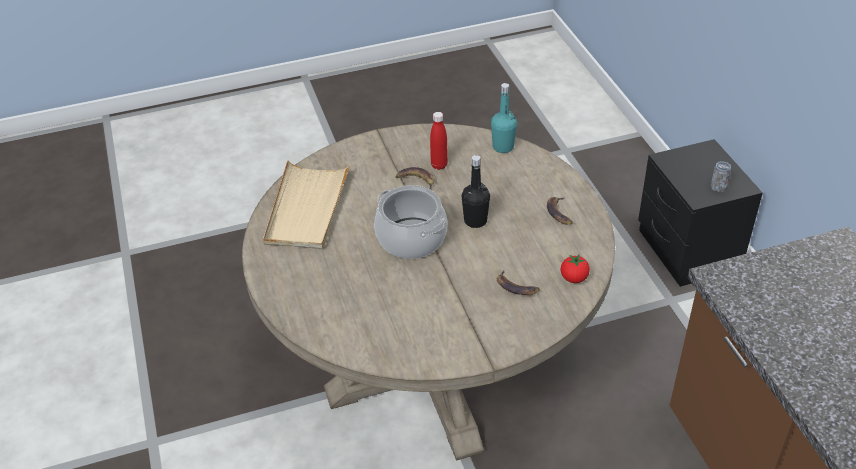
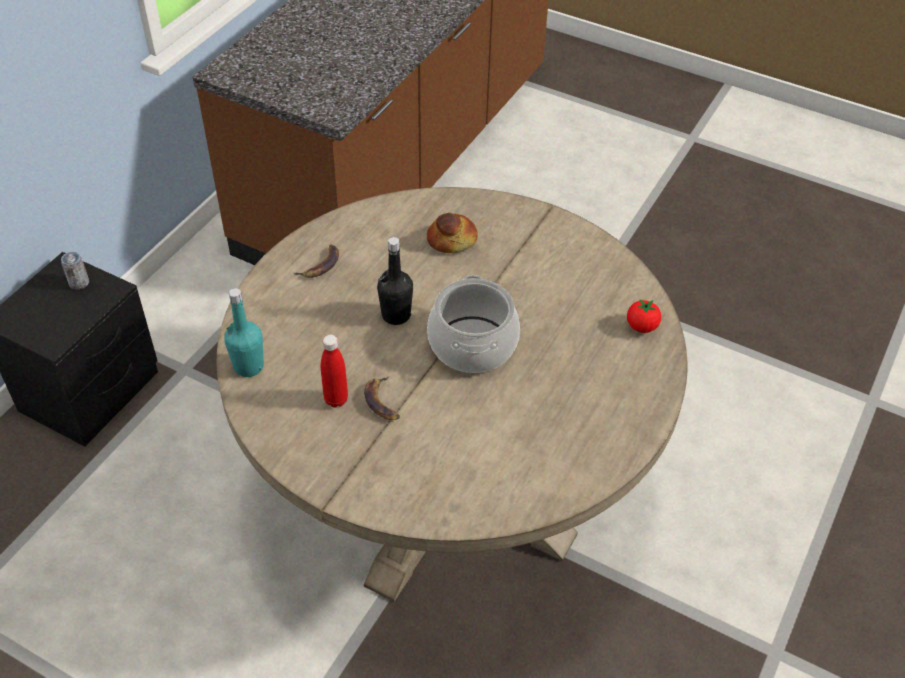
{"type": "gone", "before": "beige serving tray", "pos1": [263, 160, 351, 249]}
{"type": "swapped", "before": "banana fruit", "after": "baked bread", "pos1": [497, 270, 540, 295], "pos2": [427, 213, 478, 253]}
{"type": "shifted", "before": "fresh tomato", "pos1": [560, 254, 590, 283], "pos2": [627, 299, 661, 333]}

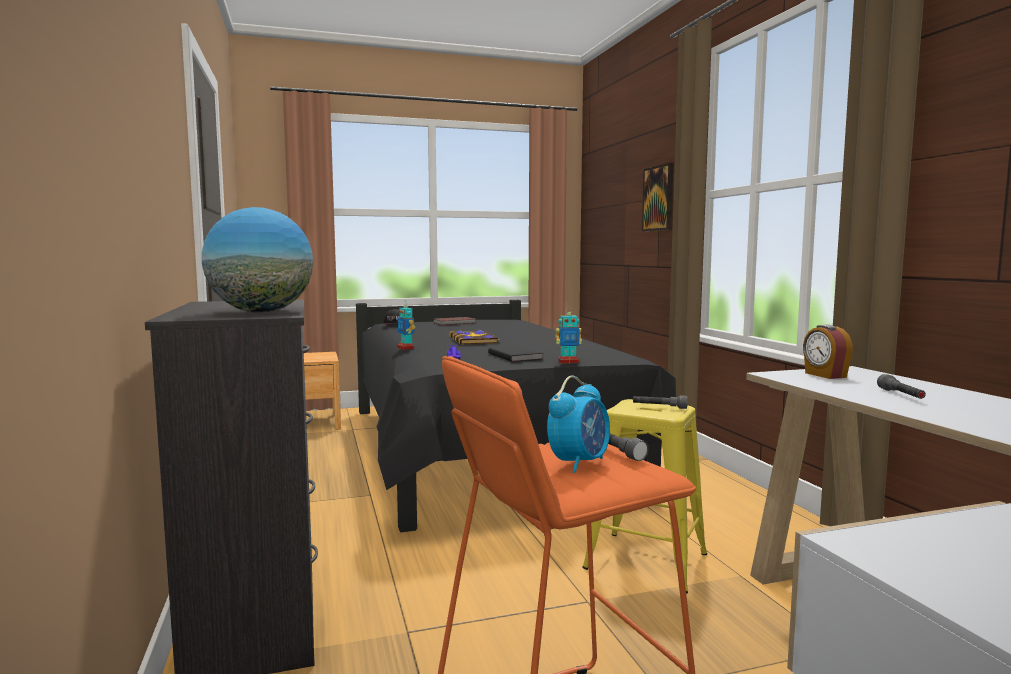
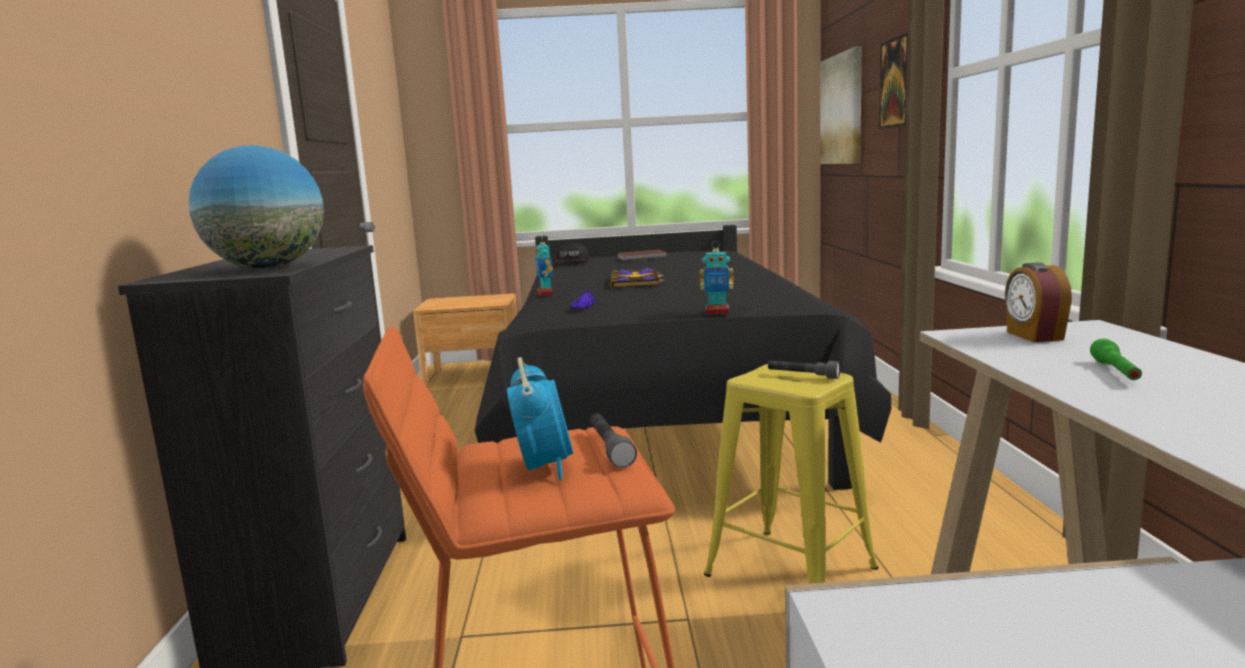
{"type": "gone", "before": "black book", "pos1": [488, 346, 543, 362]}
{"type": "rotated", "before": "table clock", "pos1": [547, 376, 610, 473], "pos2": [507, 357, 573, 480], "turn": -60}
{"type": "repainted", "before": "grey hand torch", "after": "green-coloured hand torch", "pos1": [877, 374, 926, 399], "pos2": [1090, 338, 1142, 380]}
{"type": "new", "after": "wall art", "pos2": [820, 46, 862, 164]}

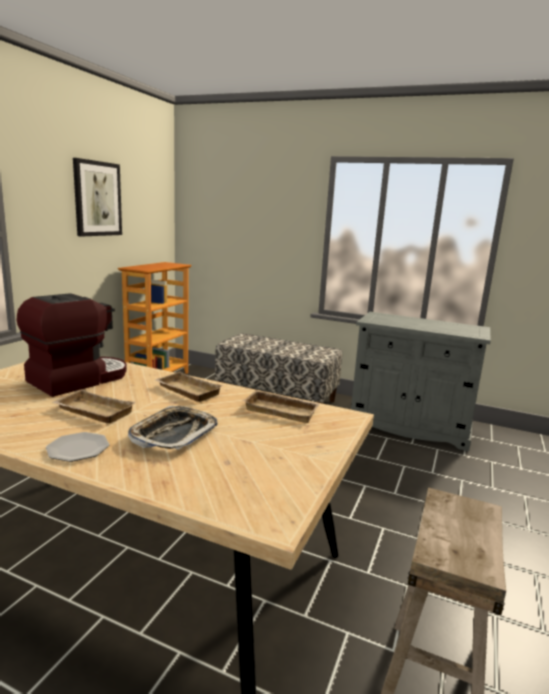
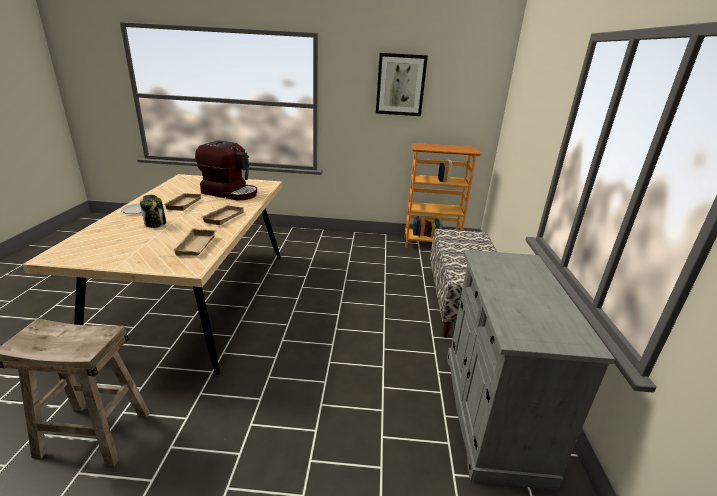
{"type": "swapped", "before": "serving tray", "after": "storage jar", "pos1": [128, 406, 218, 450], "pos2": [140, 195, 166, 228]}

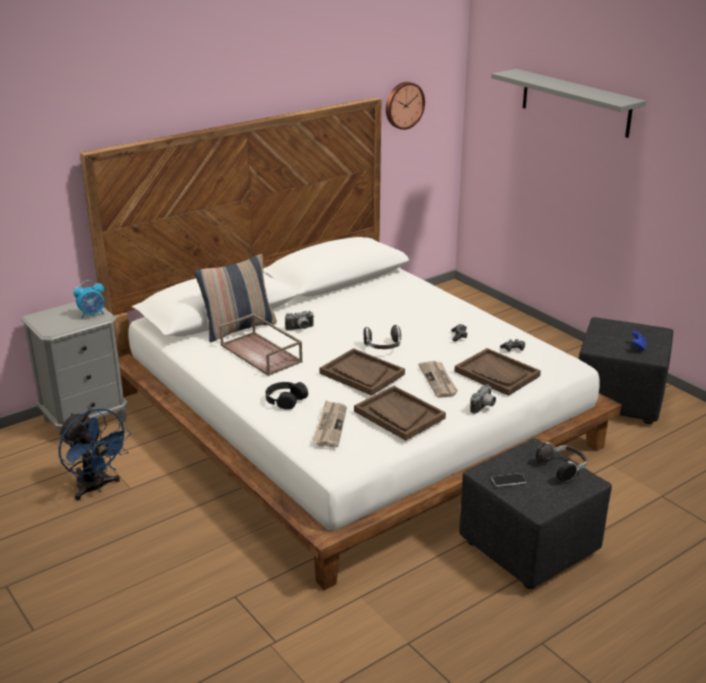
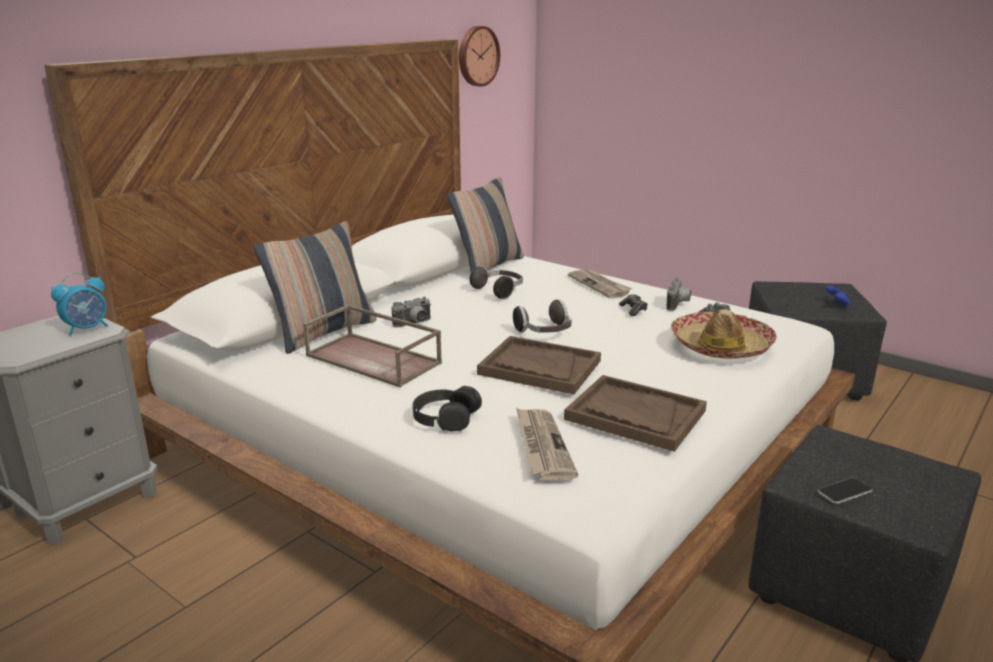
{"type": "gone", "before": "blue-coloured cooling fan", "pos1": [58, 408, 131, 501]}
{"type": "shifted", "before": "printed paper", "pos1": [418, 361, 458, 398], "pos2": [568, 269, 632, 299]}
{"type": "swapped", "before": "brownish serving tray", "after": "wearable hat", "pos1": [454, 348, 541, 396], "pos2": [671, 309, 777, 359]}
{"type": "shifted", "before": "photo camera", "pos1": [470, 384, 496, 414], "pos2": [666, 278, 691, 311]}
{"type": "gone", "before": "grey wall shelf", "pos1": [491, 69, 646, 138]}
{"type": "shifted", "before": "headphones", "pos1": [536, 442, 587, 482], "pos2": [469, 266, 523, 300]}
{"type": "new", "after": "cushion", "pos2": [447, 177, 524, 272]}

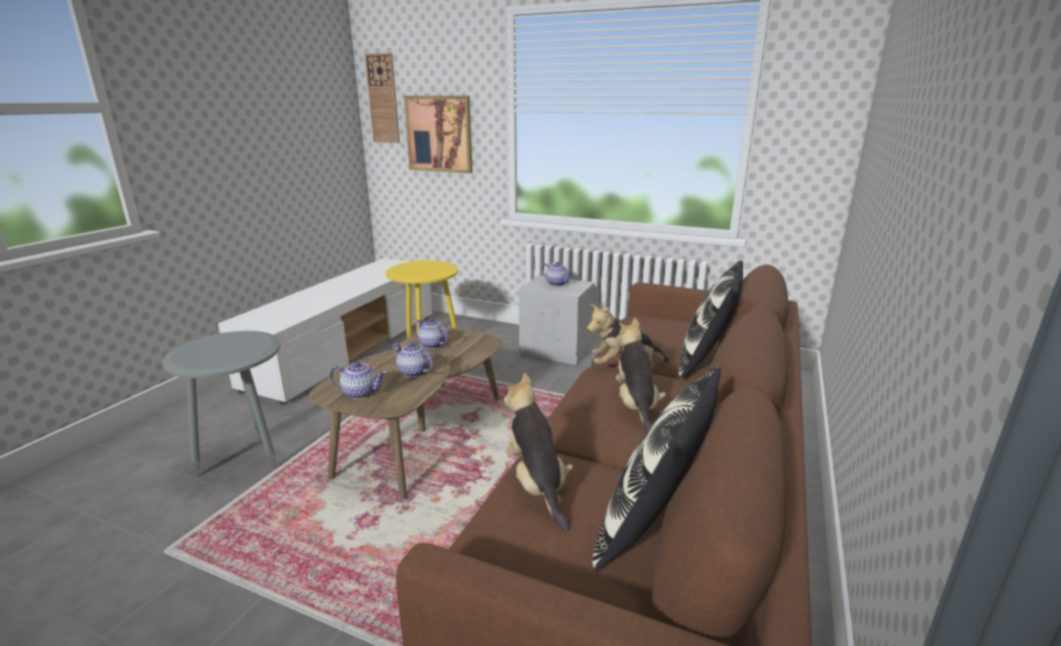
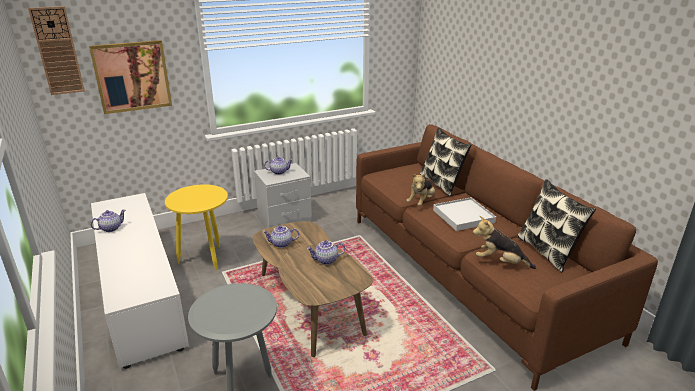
{"type": "shifted", "before": "tea pot", "pos1": [330, 361, 386, 399], "pos2": [90, 210, 126, 232]}
{"type": "swapped", "before": "plush toy", "after": "whitish serving tray", "pos1": [616, 318, 666, 430], "pos2": [433, 197, 496, 231]}

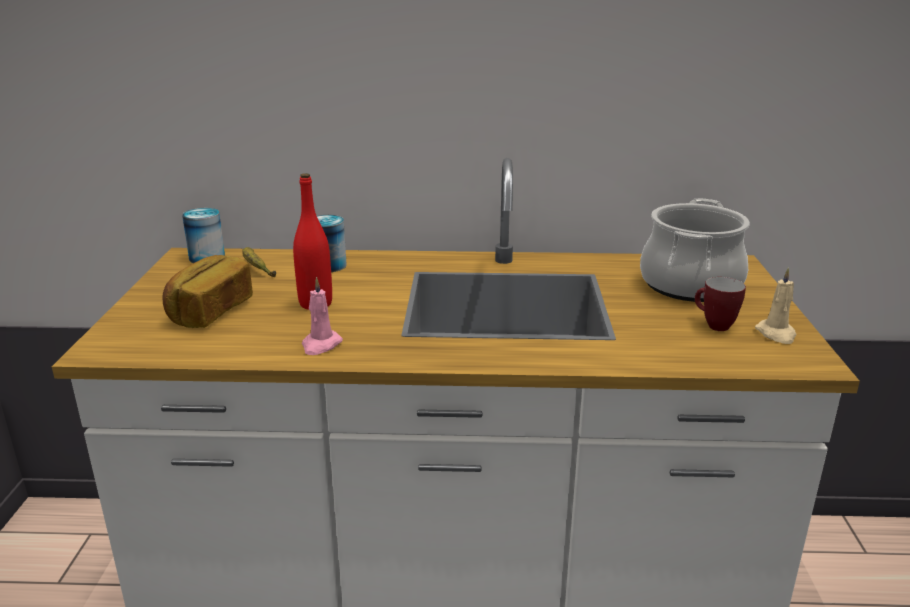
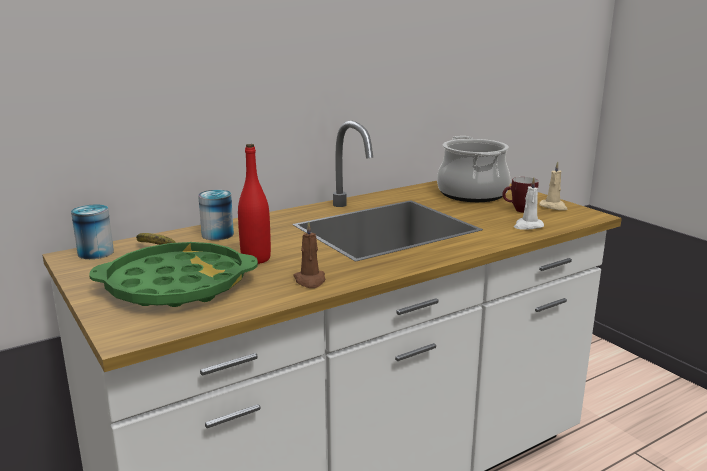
{"type": "swapped", "before": "baked bread", "after": "green-coloured serving tray", "pos1": [163, 255, 253, 328], "pos2": [89, 242, 258, 307]}
{"type": "repainted", "before": "pinkish candle", "after": "brownish candle", "pos1": [302, 277, 343, 355], "pos2": [294, 221, 325, 288]}
{"type": "new", "after": "whitish candle", "pos2": [514, 177, 544, 230]}

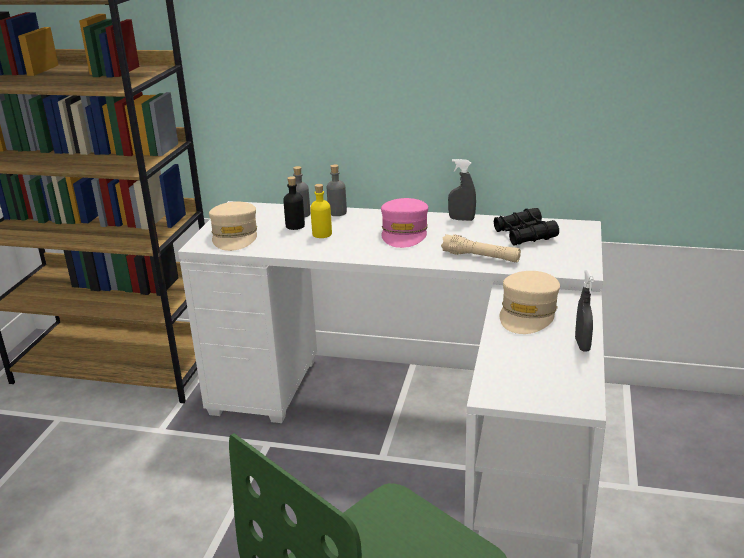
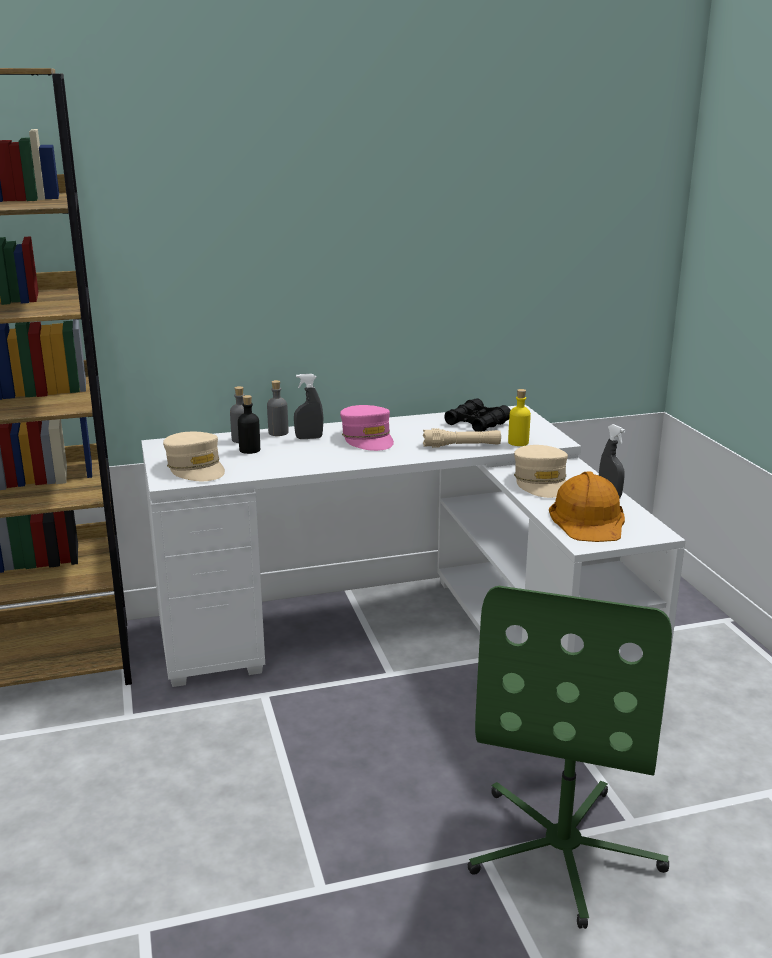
{"type": "shifted", "before": "yellowish drink bottle", "pos1": [310, 184, 332, 238], "pos2": [508, 389, 531, 446]}
{"type": "shifted", "before": "grey sprayer", "pos1": [448, 159, 476, 221], "pos2": [294, 374, 323, 439]}
{"type": "new", "after": "orange safety helmet", "pos2": [549, 472, 625, 542]}

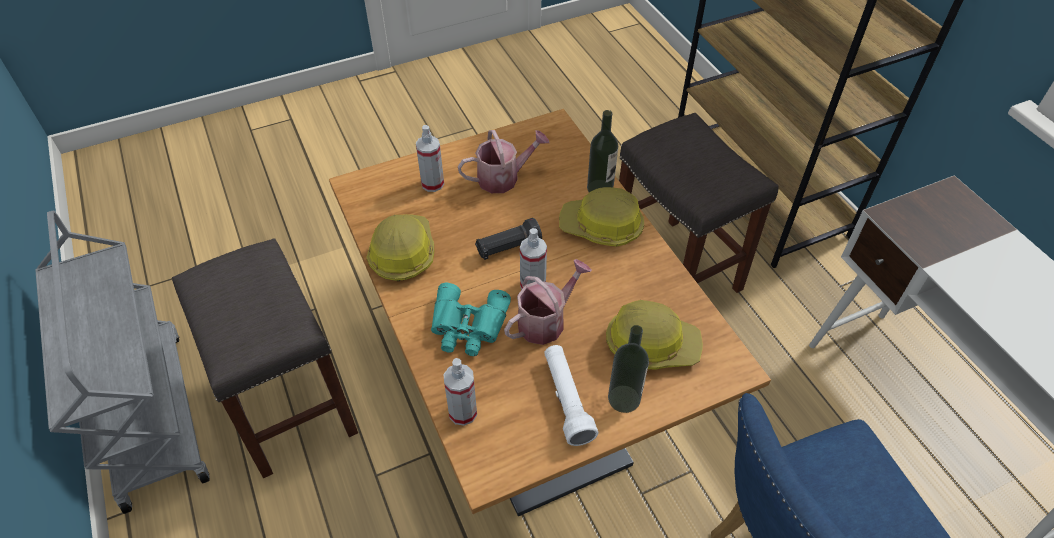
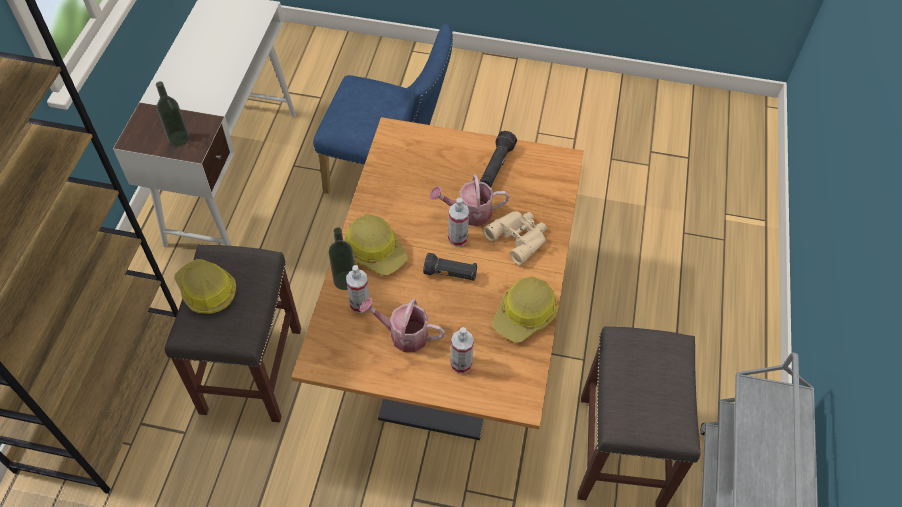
{"type": "repainted", "before": "turquoise field glasses", "after": "beige field glasses", "pos1": [431, 283, 511, 356], "pos2": [483, 212, 547, 265]}
{"type": "shifted", "before": "sprayer", "pos1": [444, 358, 477, 426], "pos2": [346, 265, 369, 313]}
{"type": "repainted", "before": "whitish hand torch", "after": "black hand torch", "pos1": [544, 345, 598, 446], "pos2": [480, 131, 517, 187]}
{"type": "shifted", "before": "safety helmet", "pos1": [606, 300, 703, 369], "pos2": [174, 259, 236, 314]}
{"type": "shifted", "before": "drink bottle", "pos1": [608, 325, 649, 413], "pos2": [156, 81, 189, 146]}

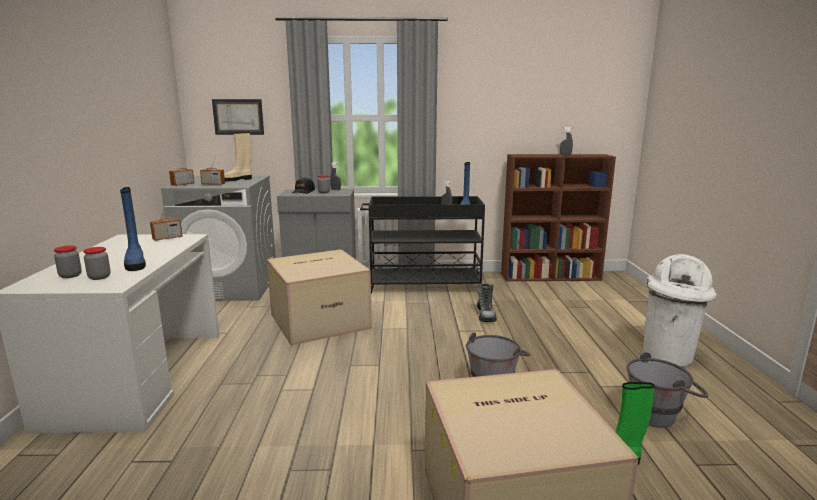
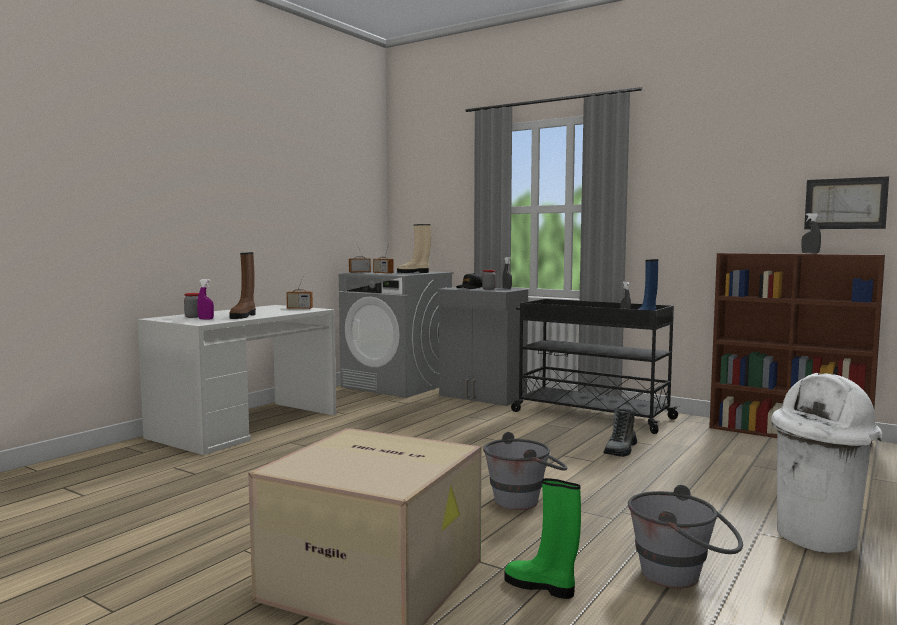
{"type": "swapped", "before": "storage jar", "after": "purple-coloured sprayer", "pos1": [83, 247, 111, 280], "pos2": [197, 279, 214, 320]}
{"type": "repainted", "before": "blue-coloured tall boot", "after": "brownish tall boot", "pos1": [120, 187, 146, 271], "pos2": [229, 252, 256, 319]}
{"type": "shifted", "before": "wall art", "pos1": [212, 99, 264, 135], "pos2": [804, 176, 889, 229]}
{"type": "gone", "before": "packing box", "pos1": [267, 249, 372, 345]}

